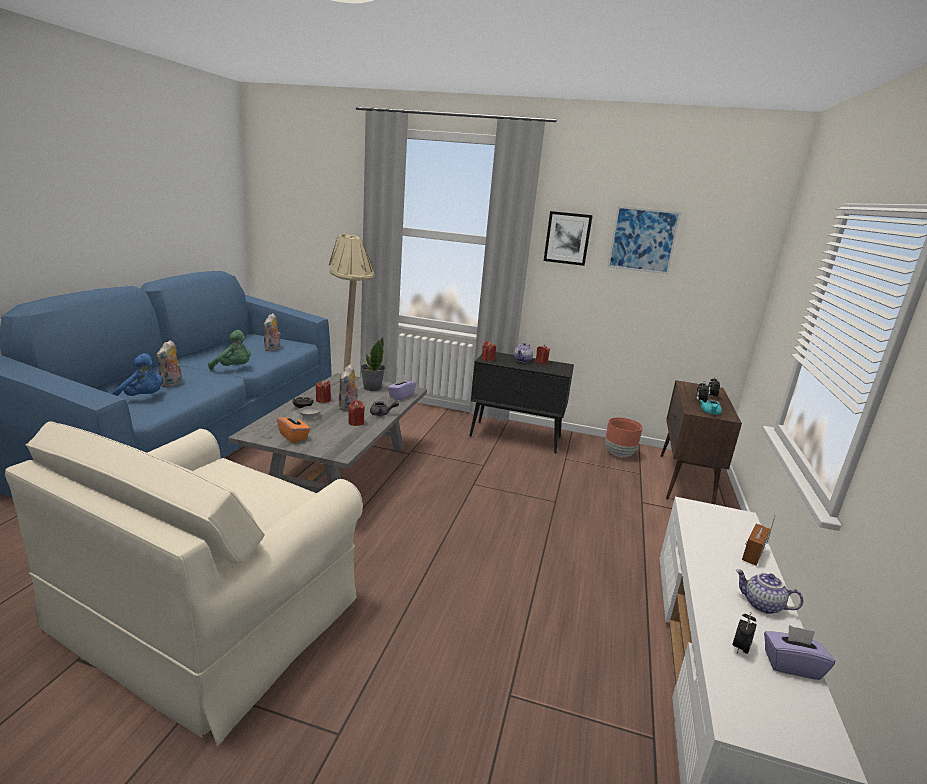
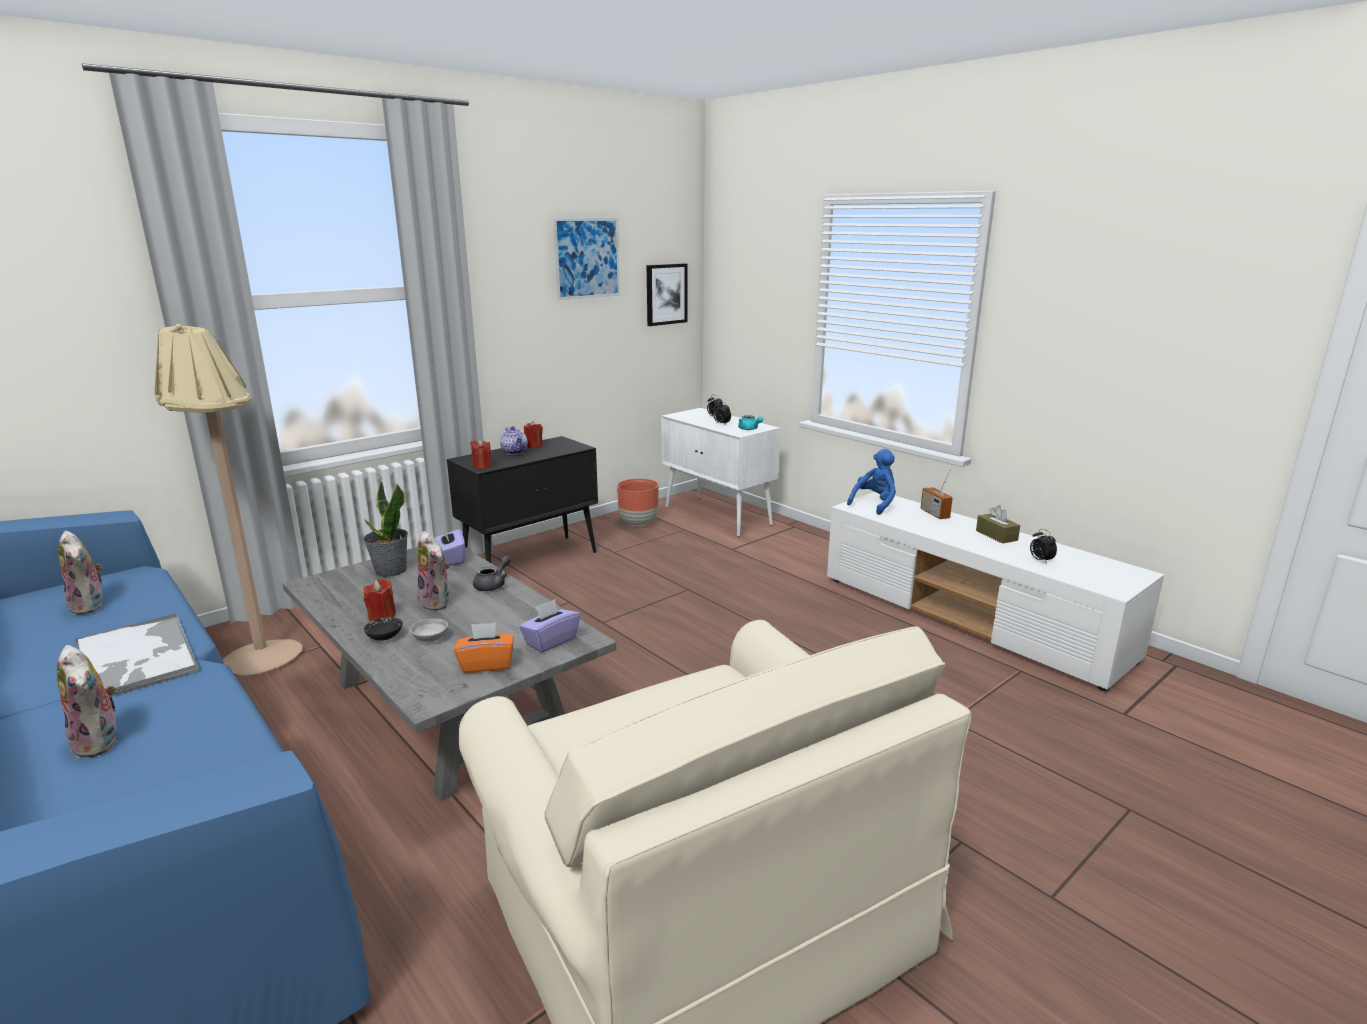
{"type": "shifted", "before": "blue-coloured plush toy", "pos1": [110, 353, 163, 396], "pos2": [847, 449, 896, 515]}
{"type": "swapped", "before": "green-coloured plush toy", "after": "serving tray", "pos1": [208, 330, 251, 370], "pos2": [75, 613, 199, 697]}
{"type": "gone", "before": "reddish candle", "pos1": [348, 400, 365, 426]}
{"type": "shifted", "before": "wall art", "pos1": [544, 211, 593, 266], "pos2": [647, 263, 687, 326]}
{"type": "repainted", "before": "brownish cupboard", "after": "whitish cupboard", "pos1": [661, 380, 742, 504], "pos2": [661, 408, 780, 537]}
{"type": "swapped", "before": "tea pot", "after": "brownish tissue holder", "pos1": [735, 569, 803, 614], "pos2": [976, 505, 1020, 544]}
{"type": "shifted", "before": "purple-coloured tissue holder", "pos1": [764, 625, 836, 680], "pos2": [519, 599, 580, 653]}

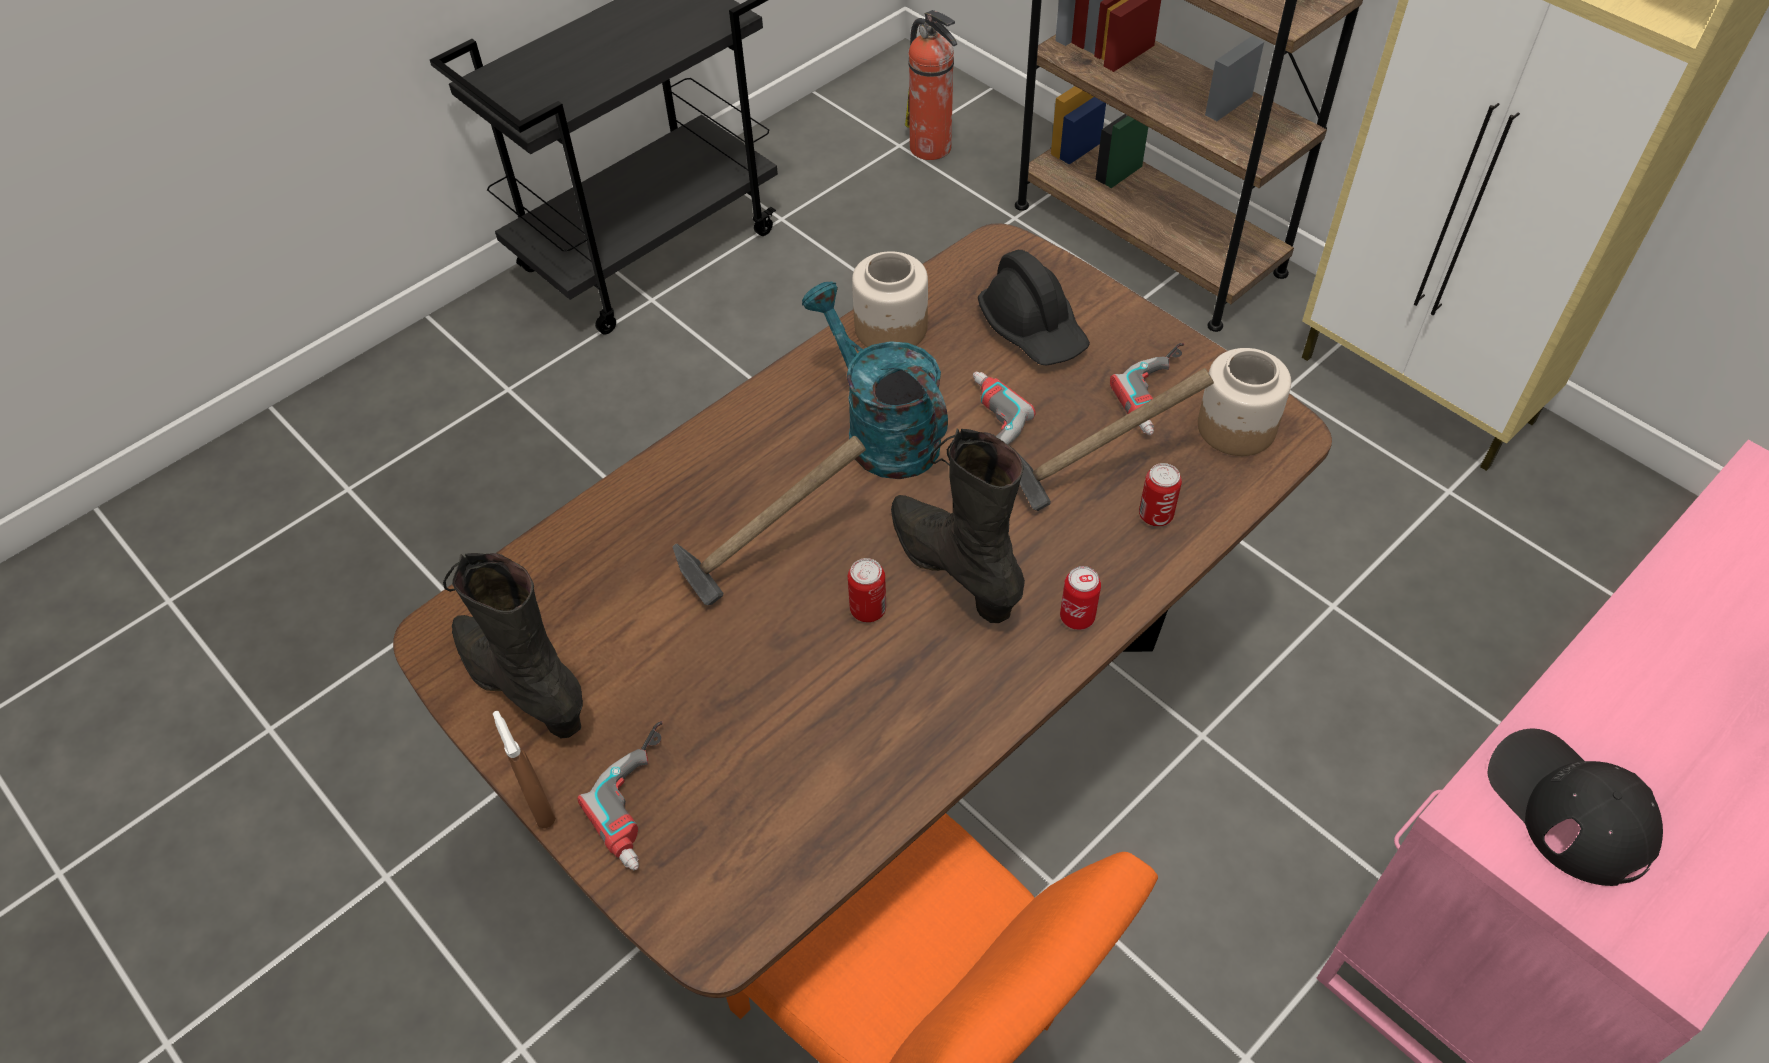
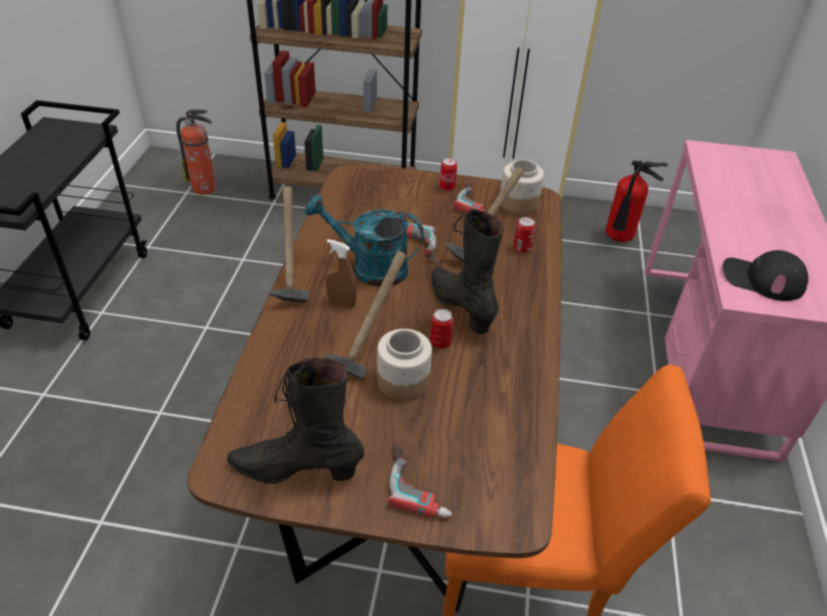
{"type": "shifted", "before": "brownish sprayer", "pos1": [493, 711, 556, 828], "pos2": [326, 239, 357, 308]}
{"type": "shifted", "before": "storage jar", "pos1": [852, 251, 928, 347], "pos2": [377, 329, 432, 401]}
{"type": "rotated", "before": "black tall boot", "pos1": [891, 429, 1025, 623], "pos2": [432, 208, 504, 334], "turn": 45}
{"type": "gone", "before": "black safety helmet", "pos1": [978, 250, 1090, 366]}
{"type": "shifted", "before": "metal can", "pos1": [1060, 566, 1101, 630], "pos2": [440, 158, 457, 191]}
{"type": "new", "after": "tool hammer", "pos2": [269, 186, 309, 303]}
{"type": "new", "after": "fire extinguisher", "pos2": [606, 160, 668, 242]}

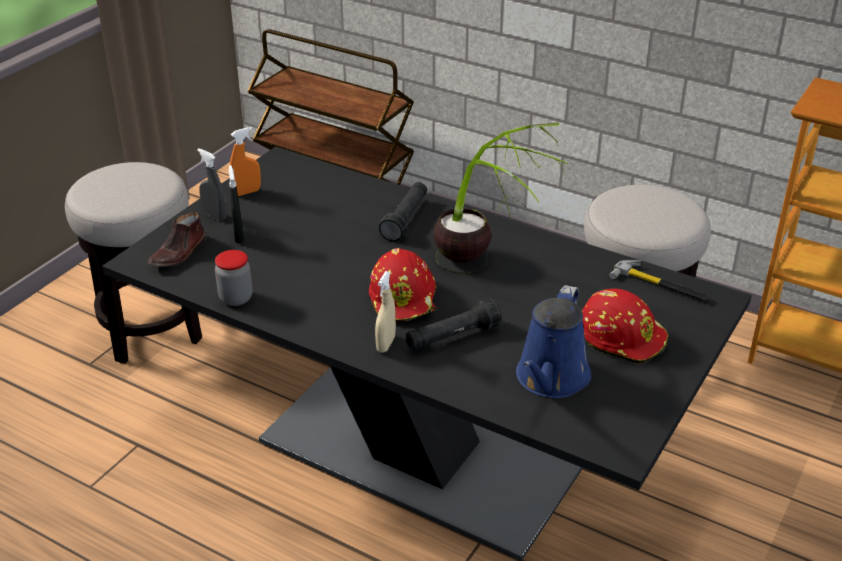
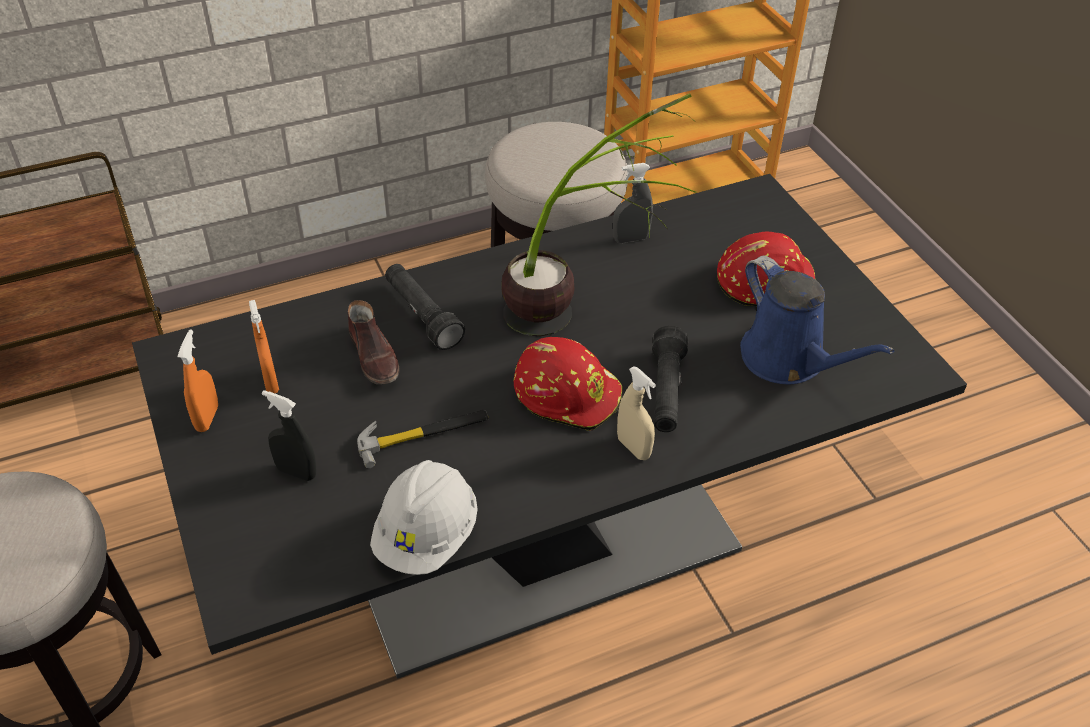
{"type": "shifted", "before": "brownish item of footwear", "pos1": [148, 212, 206, 267], "pos2": [348, 300, 399, 384]}
{"type": "shifted", "before": "grey sprayer", "pos1": [197, 148, 227, 221], "pos2": [613, 163, 653, 243]}
{"type": "swapped", "before": "storage jar", "after": "whitish safety helmet", "pos1": [215, 250, 252, 306], "pos2": [370, 460, 478, 575]}
{"type": "shifted", "before": "tool hammer", "pos1": [610, 260, 709, 301], "pos2": [357, 410, 489, 468]}
{"type": "new", "after": "orange sprayer", "pos2": [249, 300, 279, 393]}

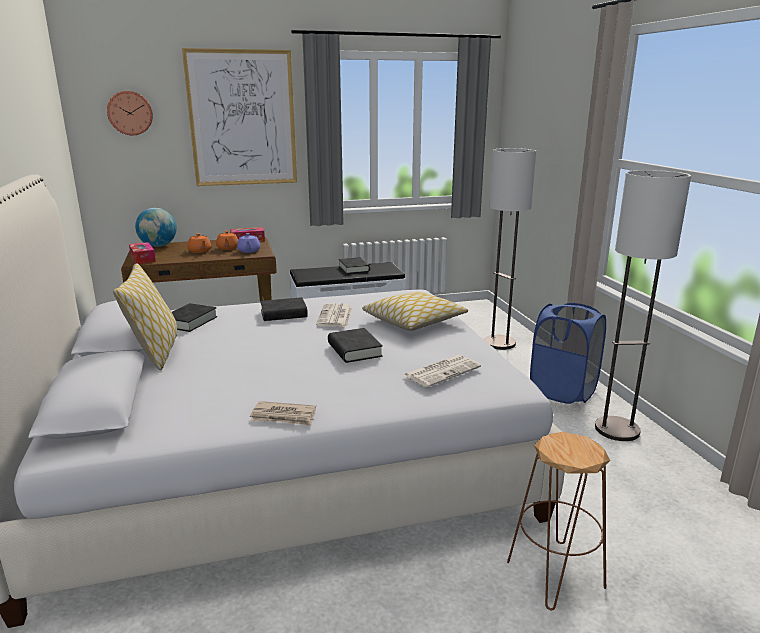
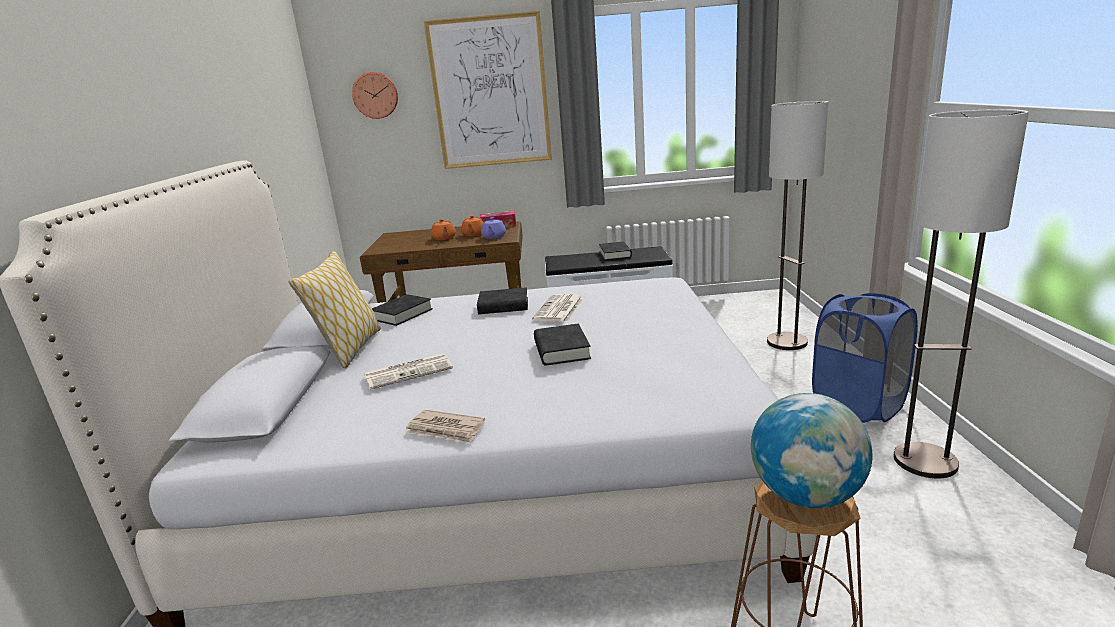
{"type": "gone", "before": "tissue holder", "pos1": [129, 242, 156, 264]}
{"type": "shifted", "before": "desk globe", "pos1": [135, 208, 177, 247], "pos2": [751, 393, 872, 508]}
{"type": "gone", "before": "cushion", "pos1": [362, 292, 468, 331]}
{"type": "shifted", "before": "printed paper", "pos1": [404, 355, 481, 388], "pos2": [364, 353, 453, 390]}

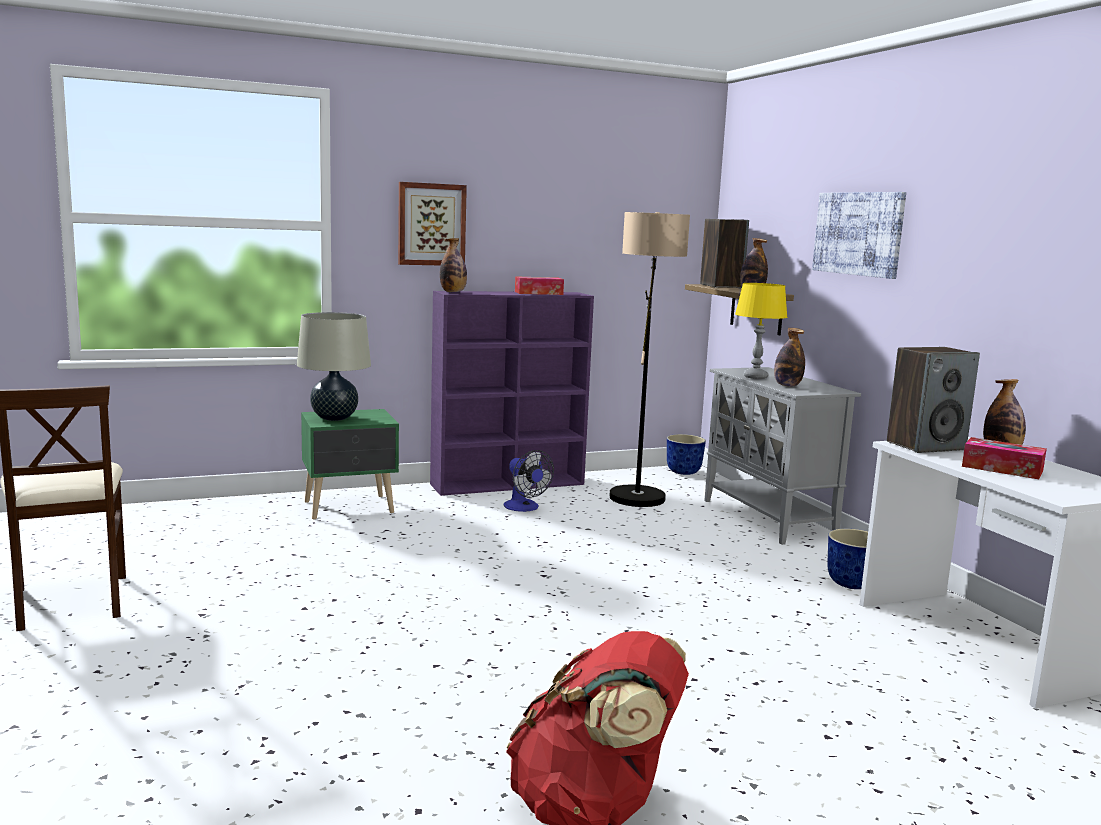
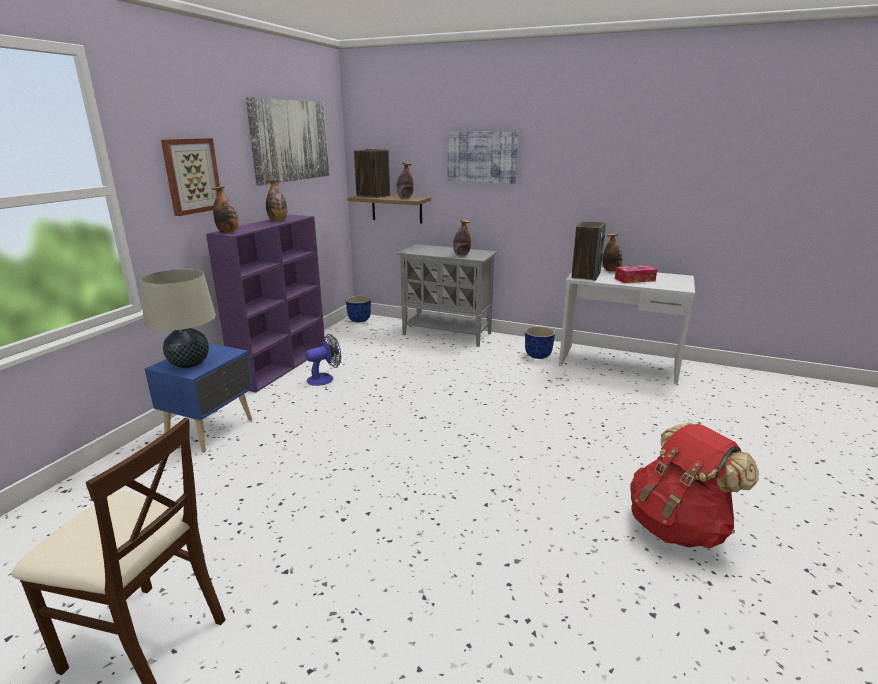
{"type": "repainted", "before": "green-coloured night table", "after": "blue-coloured night table", "pos1": [301, 409, 399, 519], "pos2": [145, 343, 254, 453]}
{"type": "rotated", "before": "cooling fan", "pos1": [504, 450, 554, 512], "pos2": [305, 334, 341, 386], "turn": -45}
{"type": "swapped", "before": "tissue holder", "after": "drink bottle", "pos1": [515, 276, 564, 295], "pos2": [266, 180, 287, 221]}
{"type": "gone", "before": "standing lamp", "pos1": [609, 212, 690, 507]}
{"type": "gone", "before": "yellowish lamp for a table", "pos1": [735, 283, 788, 379]}
{"type": "new", "after": "wall art", "pos2": [246, 97, 329, 186]}

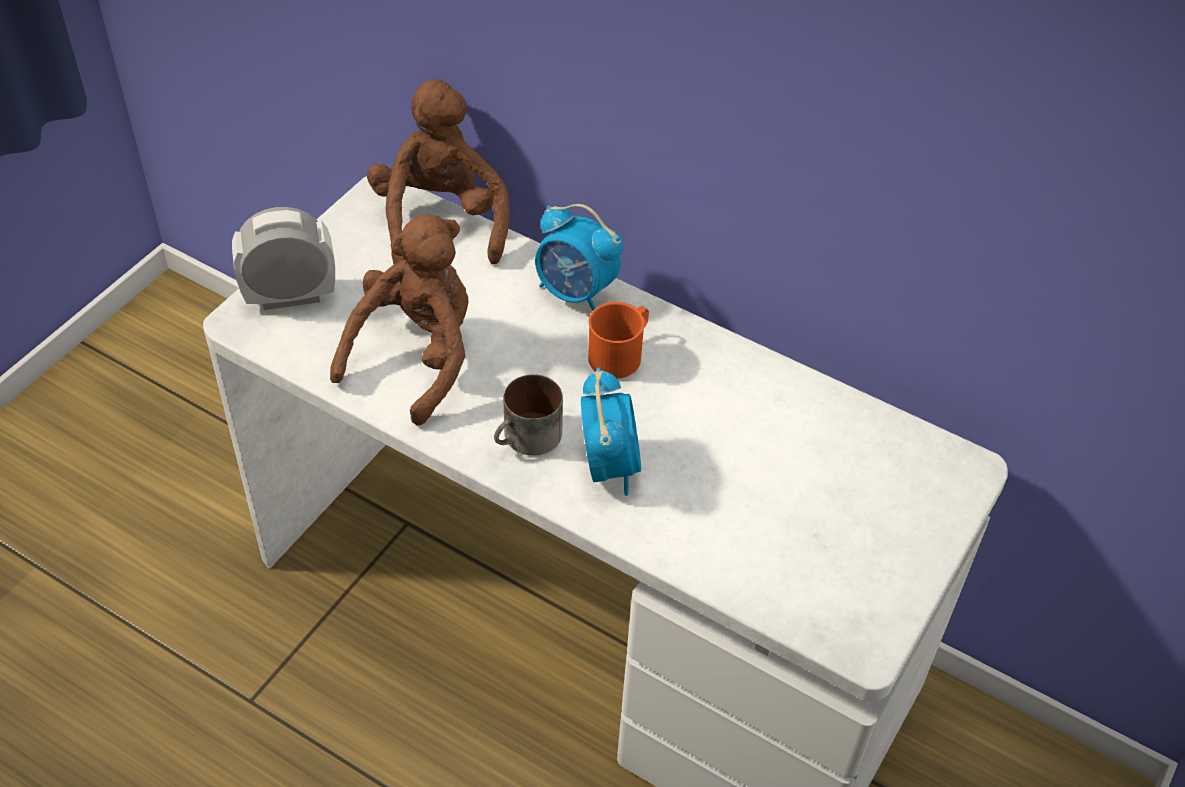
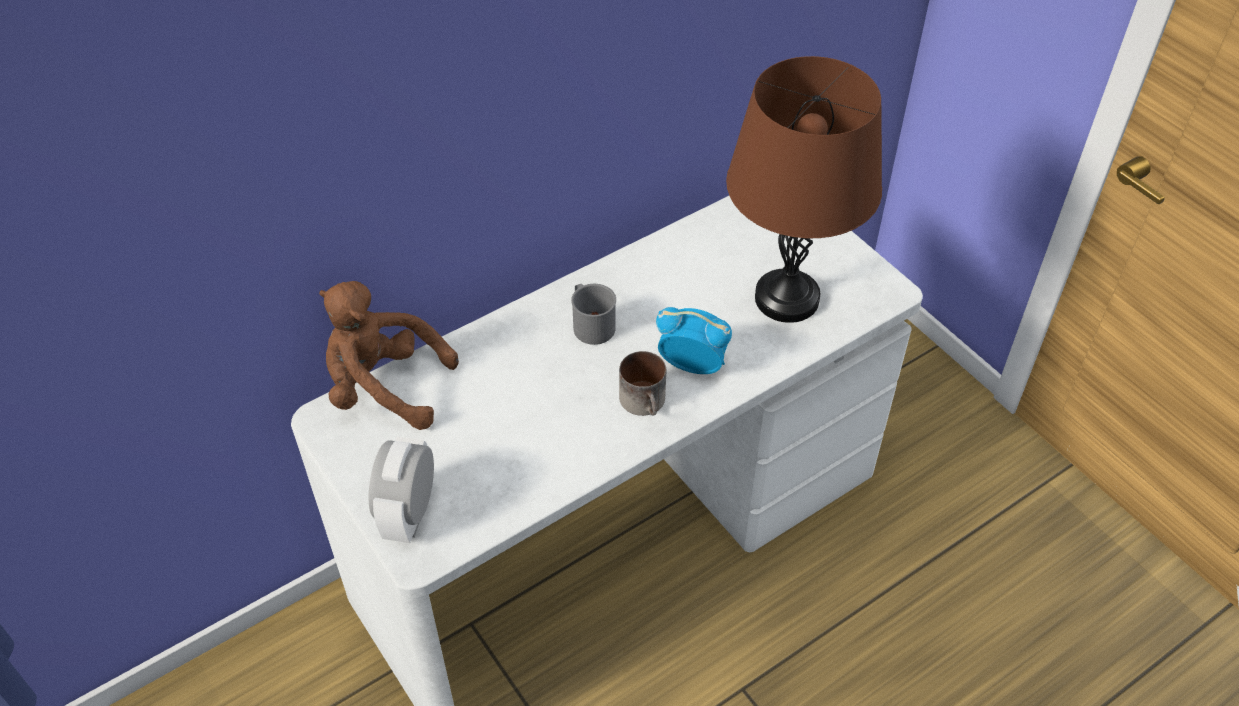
{"type": "gone", "before": "brownish plush toy", "pos1": [330, 215, 469, 425]}
{"type": "gone", "before": "table clock", "pos1": [535, 204, 623, 310]}
{"type": "repainted", "before": "orange mug", "after": "grey mug", "pos1": [588, 302, 649, 379], "pos2": [571, 284, 616, 345]}
{"type": "new", "after": "brownish lamp for a table", "pos2": [726, 56, 882, 323]}

